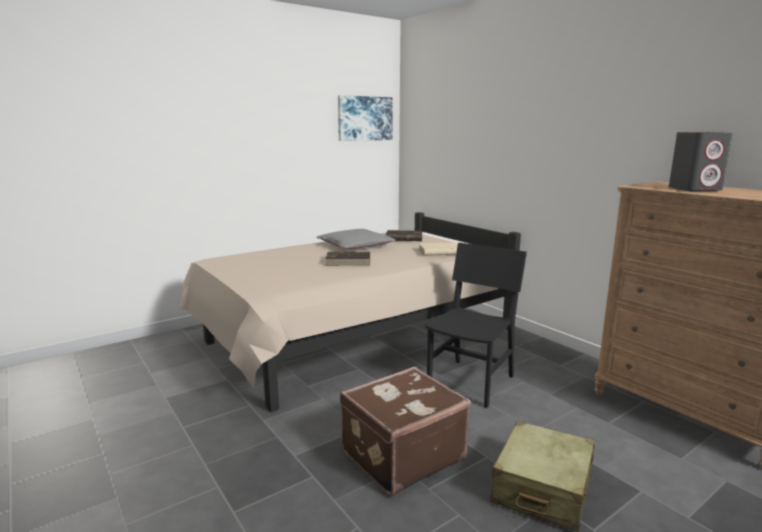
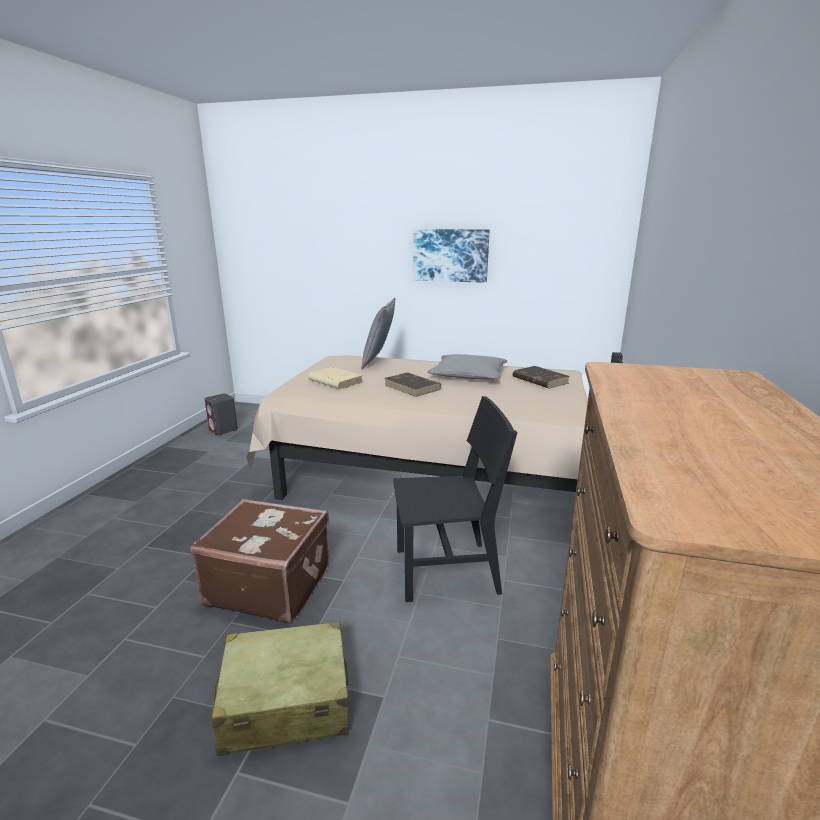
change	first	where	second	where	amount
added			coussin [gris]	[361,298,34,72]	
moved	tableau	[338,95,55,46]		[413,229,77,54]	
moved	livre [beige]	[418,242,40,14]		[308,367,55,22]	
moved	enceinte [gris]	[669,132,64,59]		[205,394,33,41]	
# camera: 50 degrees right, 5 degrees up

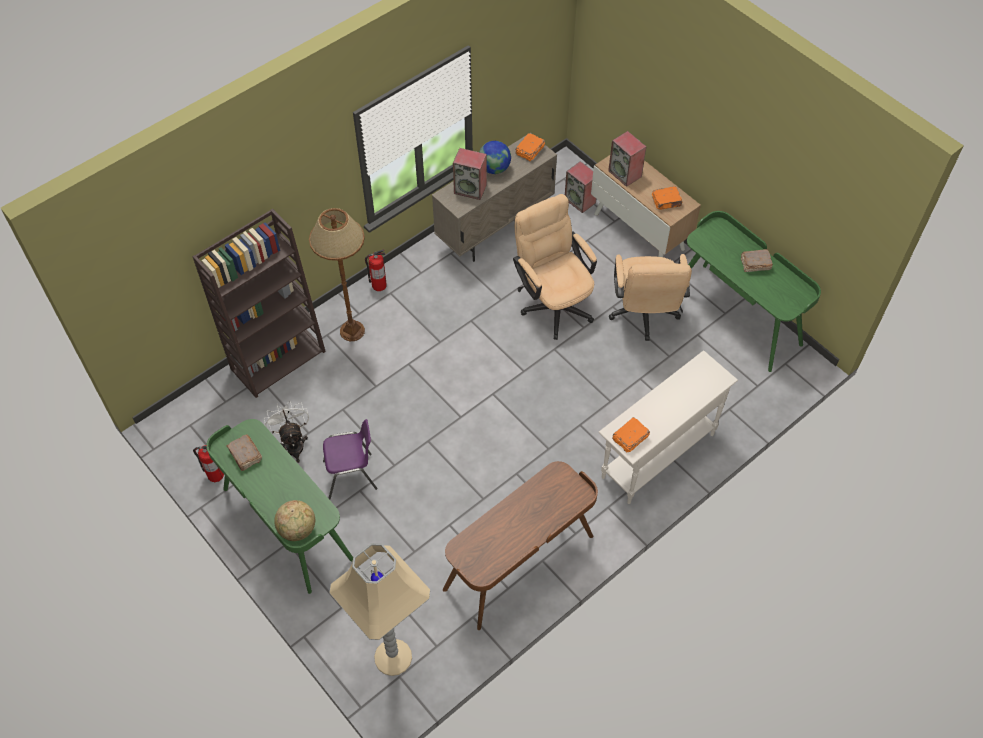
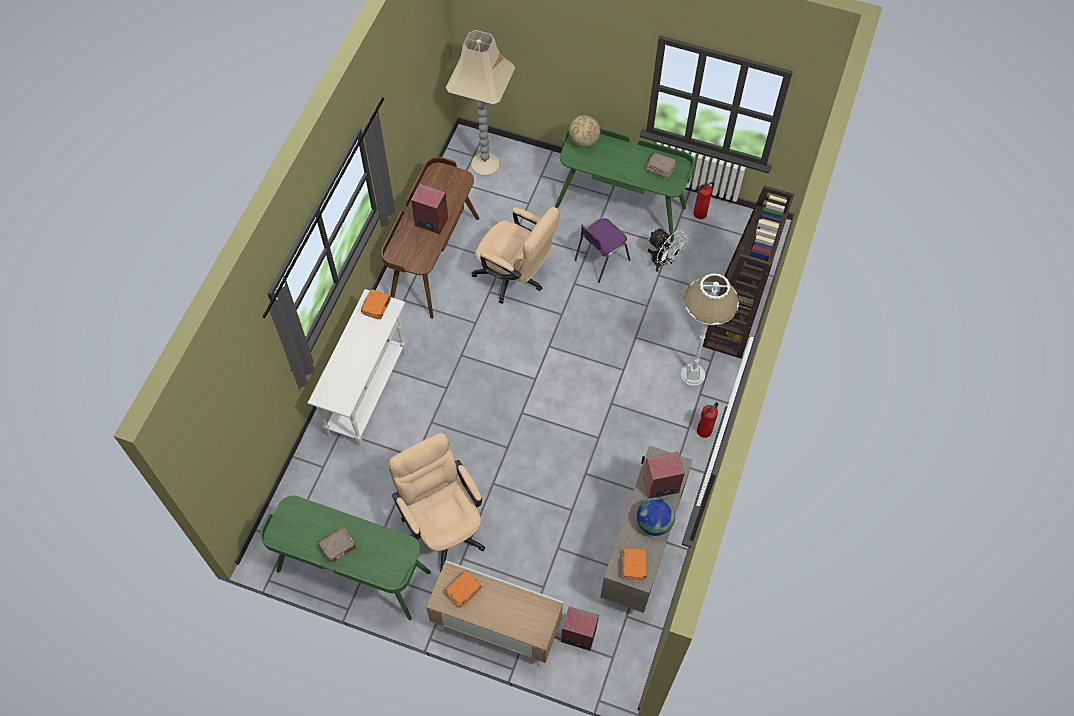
change	first	where	second	where	amount
moved	chaise de bureau [beige]	[513,194,84,146]		[472,207,88,97]	
moved	enceinte	[608,131,38,56]		[411,184,37,50]	
recoloured	lampadaire [marron]	[309,208,56,133]	lampadaire [blanc]	[680,273,59,113]	
# camera: 150 degrees right, 5 degrees up

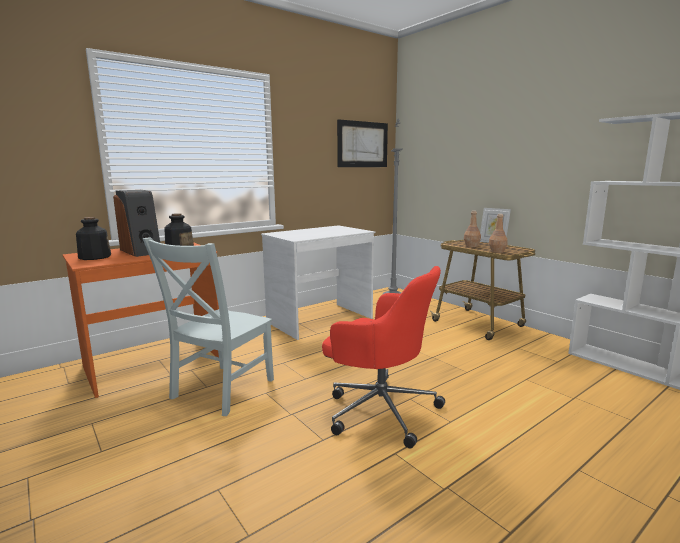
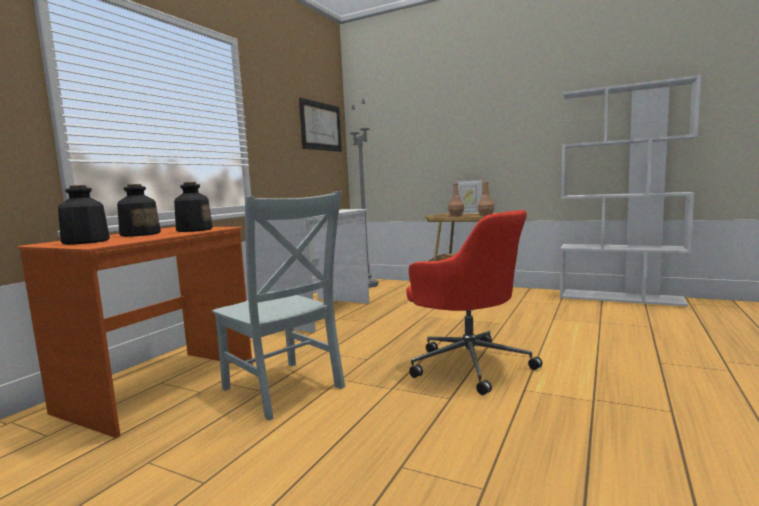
change	first	where	second	where	amount
replaced	enceinte	[113,190,47,67]	bouteille	[117,184,44,53]	
turned	chaise [gris]	[143,237,131,179]		[212,191,133,230]	45 degrees counterclockwise
turned	chaise de bureau [rouge]	[322,266,123,182]		[406,210,136,185]	45 degrees clockwise
# camera: 25 degrees left, 5 degrees down

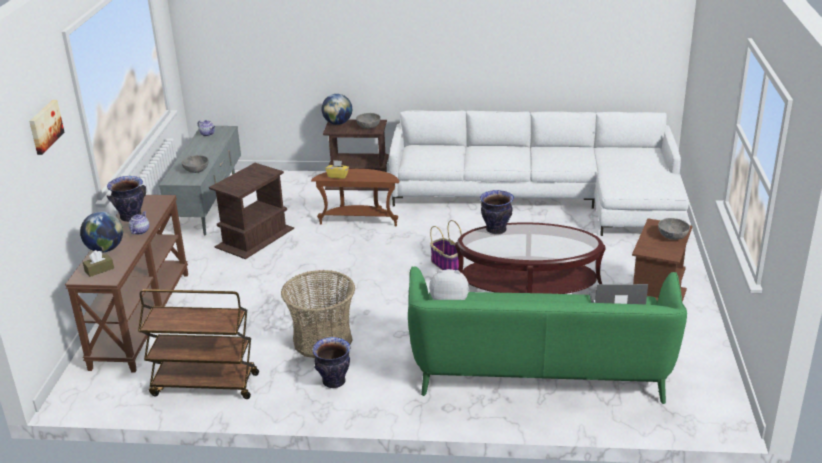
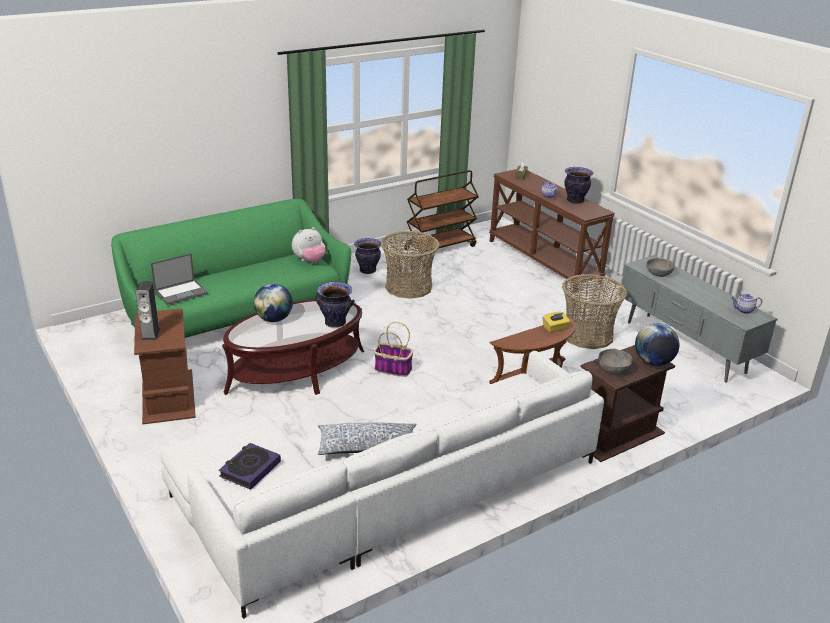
change	first	where	second	where	amount
removed	tableau	[29,100,35,55]			
added			livre	[219,443,62,47]	
added			coussin	[318,422,98,33]	
moved	globe	[80,212,43,41]		[254,284,39,38]	
replaced	table d'appoint [marron]	[209,163,85,96]	panier	[562,274,65,75]	
replaced	bol [gris]	[658,218,32,22]	enceinte	[135,281,25,59]	
# camera: 140 degrees right, 0 degrees up

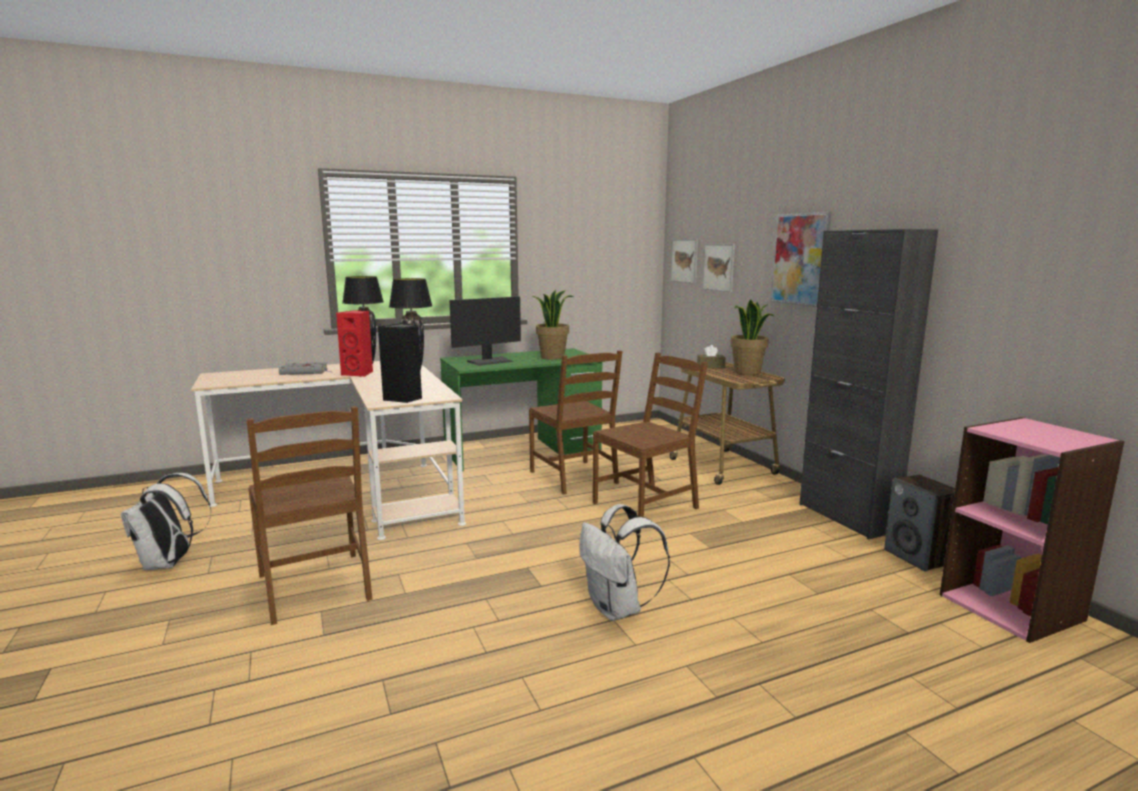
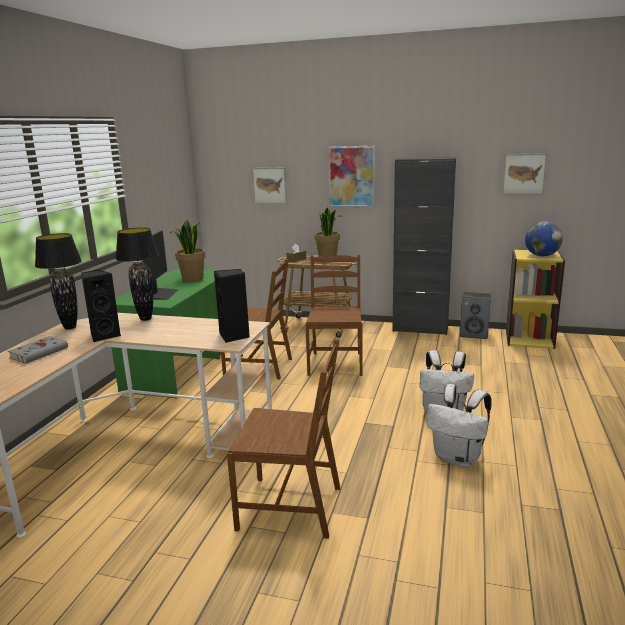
change	first	where	second	where	amount
added			globe	[525,221,38,36]	
moved	sac à dos [blanc]	[121,473,91,97]		[427,384,65,83]	
moved	tableau	[671,239,27,45]		[502,153,45,41]	
recoloured	enceinte [rouge]	[336,310,37,67]	enceinte [noir]	[81,270,40,72]	
recoloured	bibliothèque [rose]	[940,417,185,226]	bibliothèque [jaune]	[506,250,59,99]	
# camera: 50 degrees left, 5 degrees up

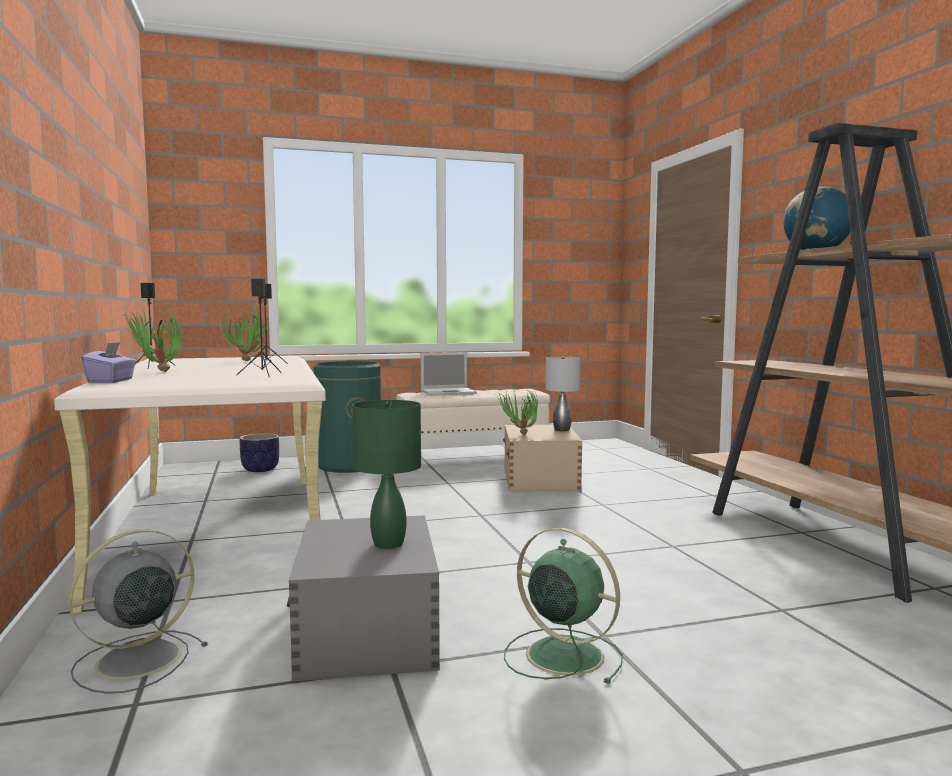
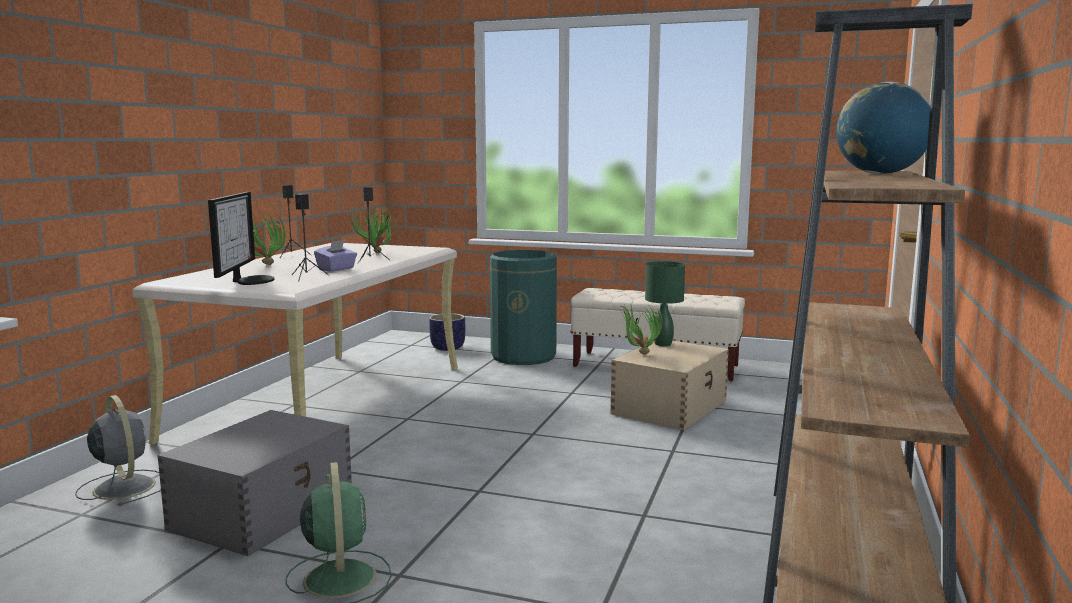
change	first	where	second	where	amount
removed	ordinateur portable	[421,352,56,44]			
removed	lampe de table [gris]	[546,357,34,74]			
added			écran d'ordinateur	[208,192,67,93]	
moved	boîte à mouchoirs [violet]	[81,342,55,41]		[314,240,43,32]	
moved	lampe de table [vert]	[352,400,69,149]		[645,261,40,85]	
turned	ventilateur [gris]	[69,530,139,164]		[75,395,86,112]	60 degrees clockwise
# camera: 35 degrees right, 5 degrees up

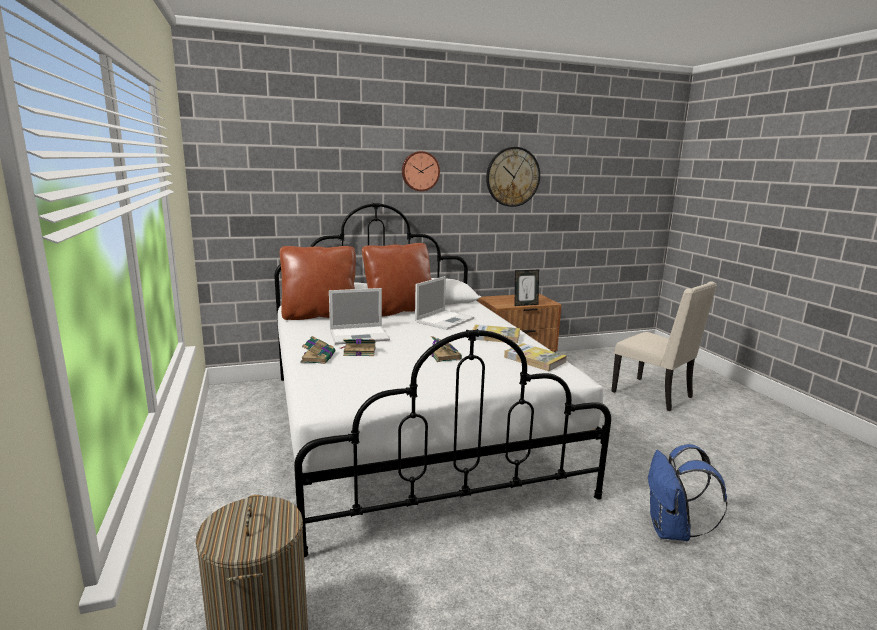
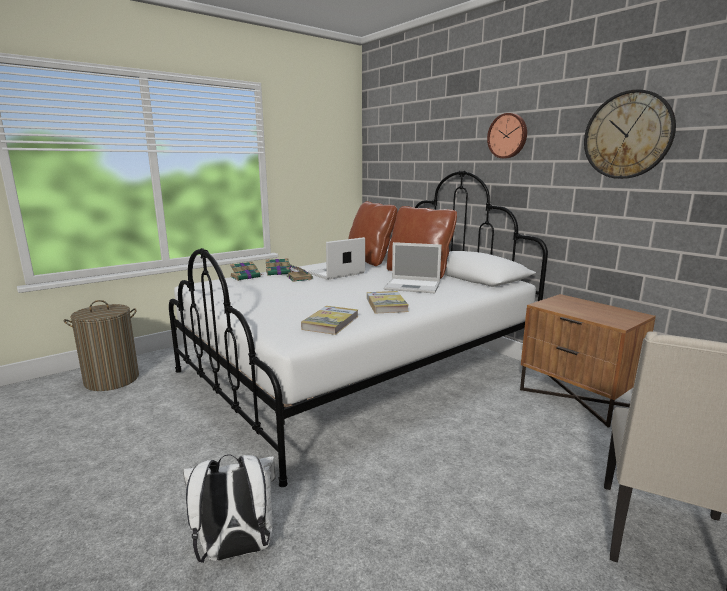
change	first	where	second	where	amount
removed	cadre photo	[515,270,24,36]			
moved	livre	[431,336,31,26]		[230,262,33,19]	
recoloured	sac à dos [bleu]	[648,444,79,97]	sac à dos [blanc]	[183,455,92,108]	
turned	ordinateur portable	[329,288,61,57]		[308,237,57,43]	90 degrees clockwise
# camera: 70 degrees right, 0 degrees up

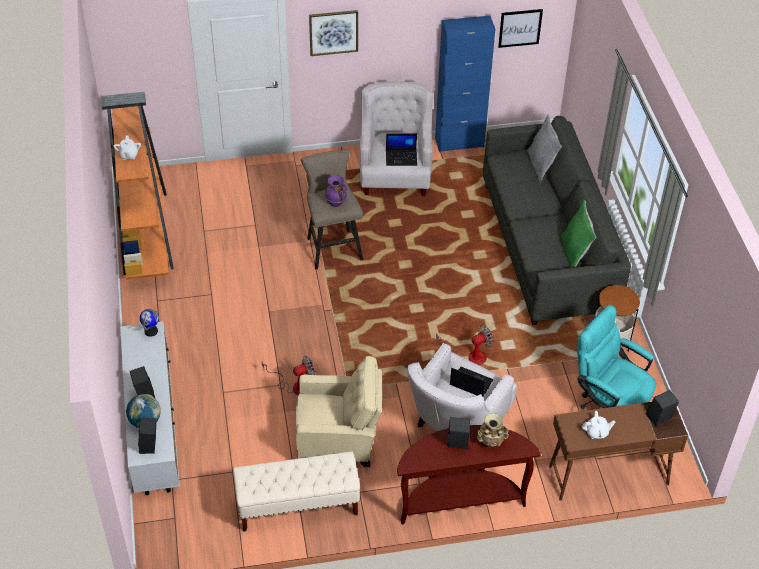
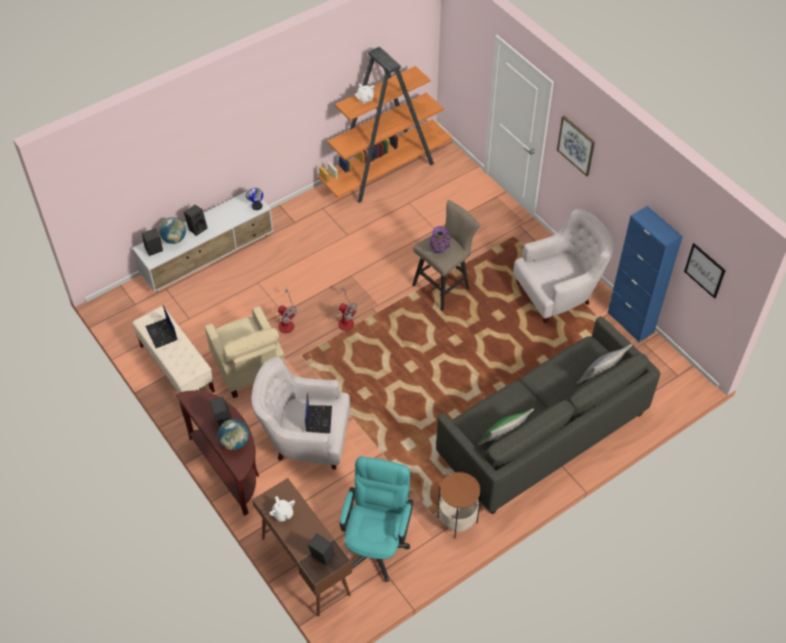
change	first	where	second	where	amount
moved	ordinateur portable	[386,134,31,32]		[146,305,32,43]	
moved	ventilateur	[436,325,58,40]		[336,285,21,46]	
replaced	vase [beige]	[477,413,32,34]	globe	[218,419,31,31]	
# camera: 65 degrees right, 5 degrees up

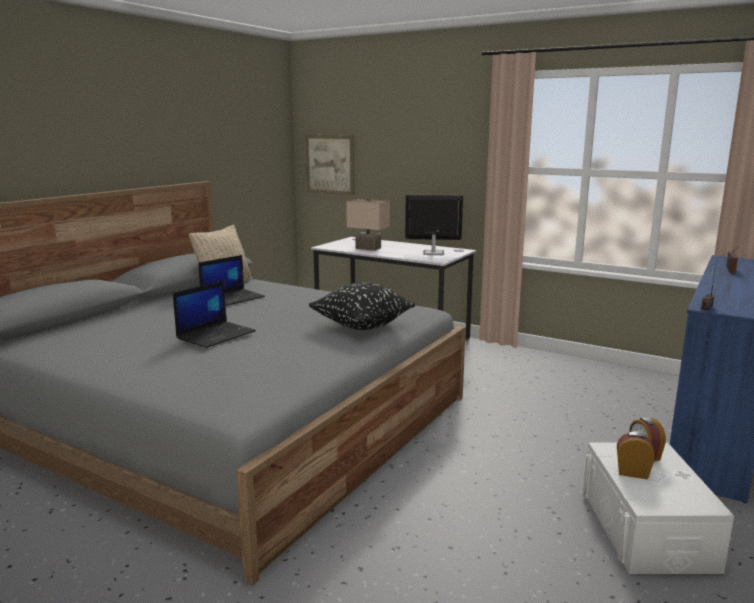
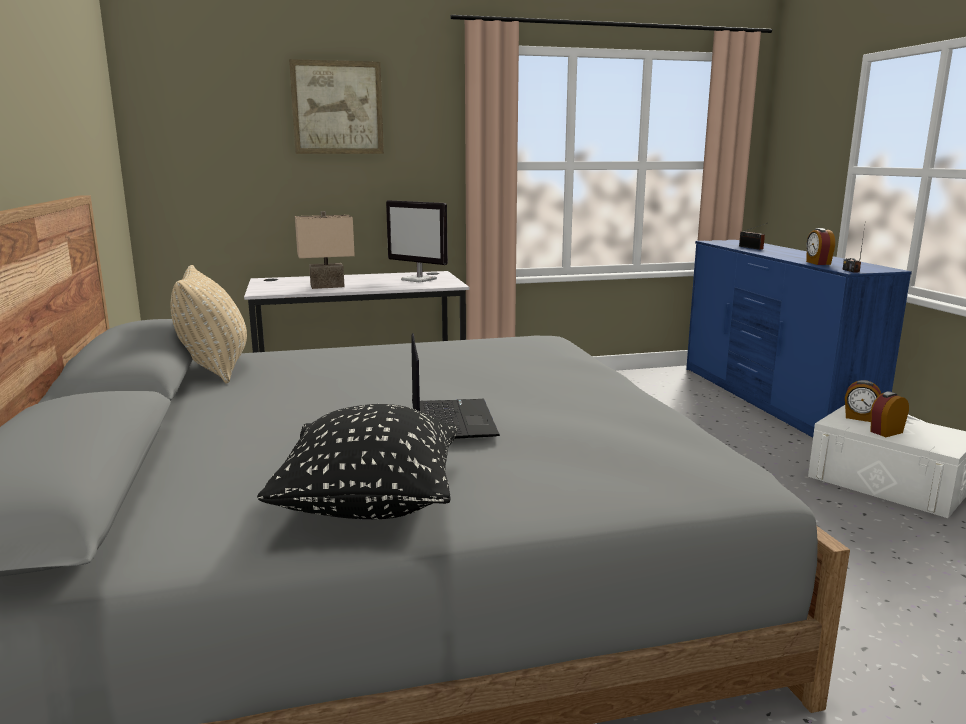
change	first	where	second	where	amount
removed	ordinateur portable	[198,255,67,51]			
added			réveil	[806,228,29,37]	
moved	tableau	[305,135,50,60]		[289,59,95,95]	
moved	coussin [noir]	[308,282,107,48]		[257,404,201,115]	
turned	écran d'ordinateur	[405,194,58,61]		[386,200,62,83]	105 degrees counterclockwise
# camera: 45 degrees left, 0 degrees up

